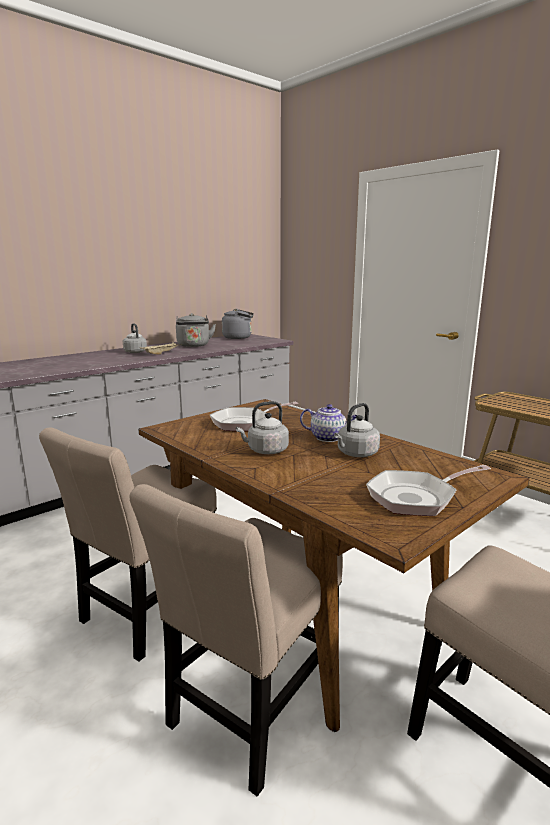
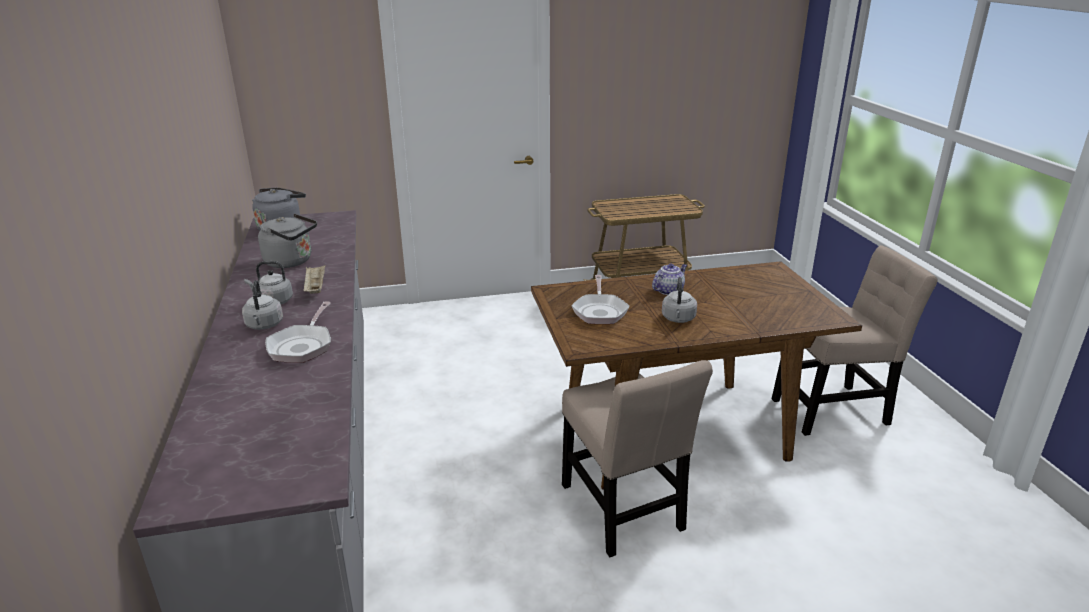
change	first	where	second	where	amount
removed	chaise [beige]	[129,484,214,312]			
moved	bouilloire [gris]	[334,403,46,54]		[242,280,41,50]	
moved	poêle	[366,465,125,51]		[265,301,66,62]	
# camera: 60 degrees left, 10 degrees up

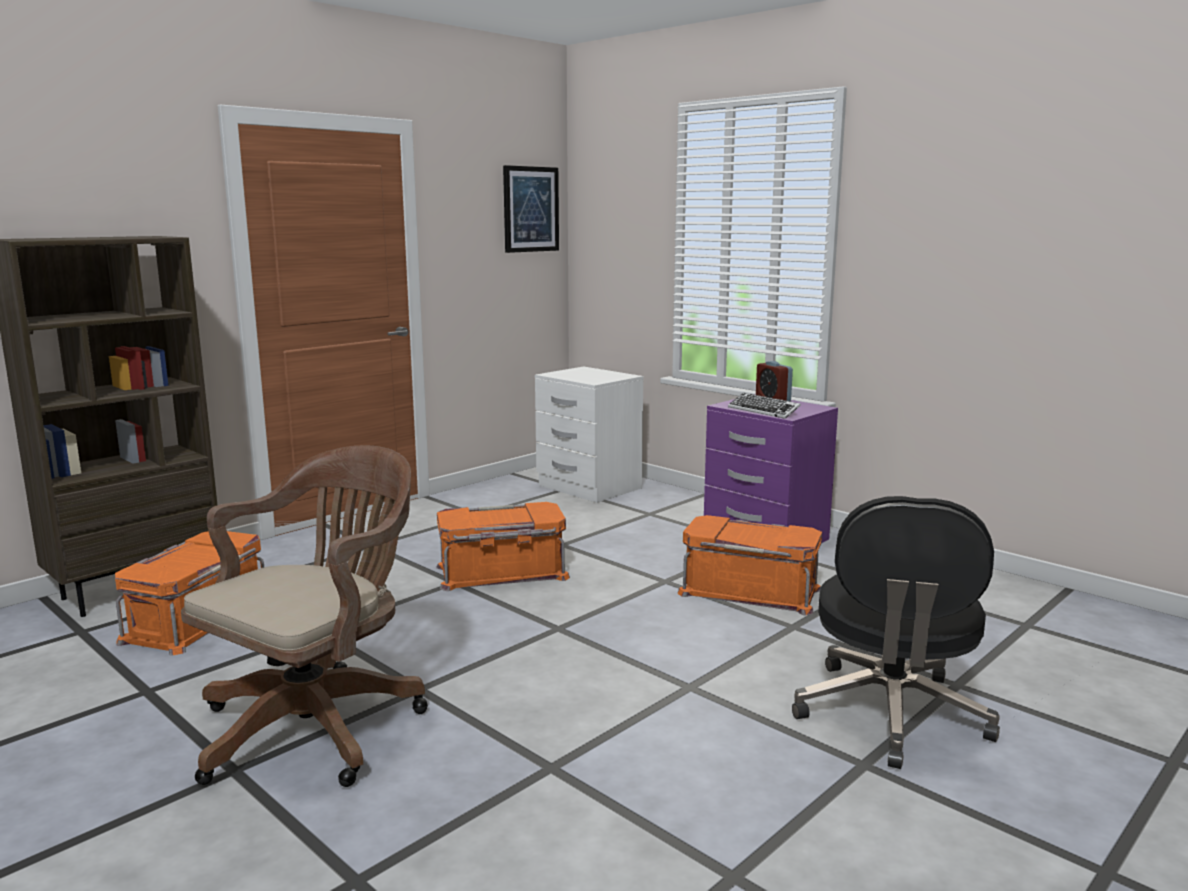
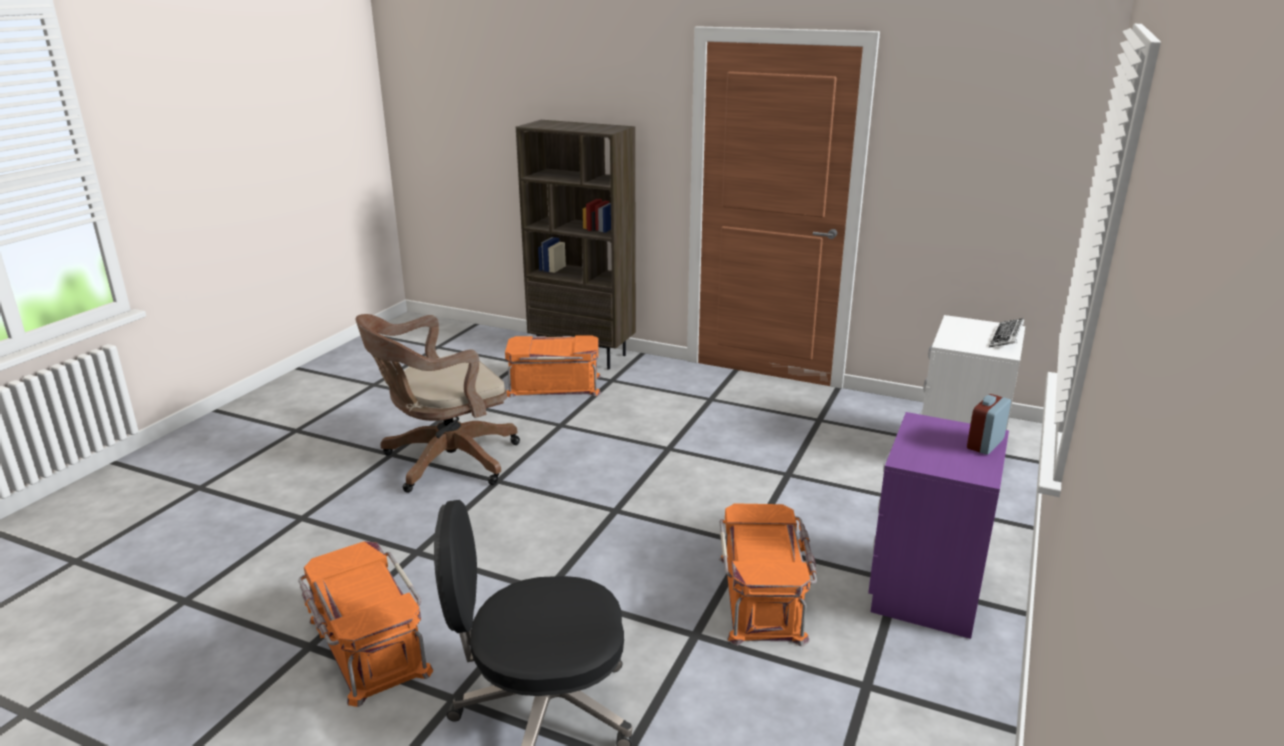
change	first	where	second	where	amount
removed	tableau	[503,165,56,88]			
moved	boîte de rangement [orange]	[436,502,134,89]		[298,541,135,166]	
moved	clavier	[728,393,73,26]		[989,318,35,29]	
turned	chaise de bureau [marron]	[181,445,247,342]		[356,314,164,179]	135 degrees clockwise
# camera: 70 degrees right, 10 degrees up

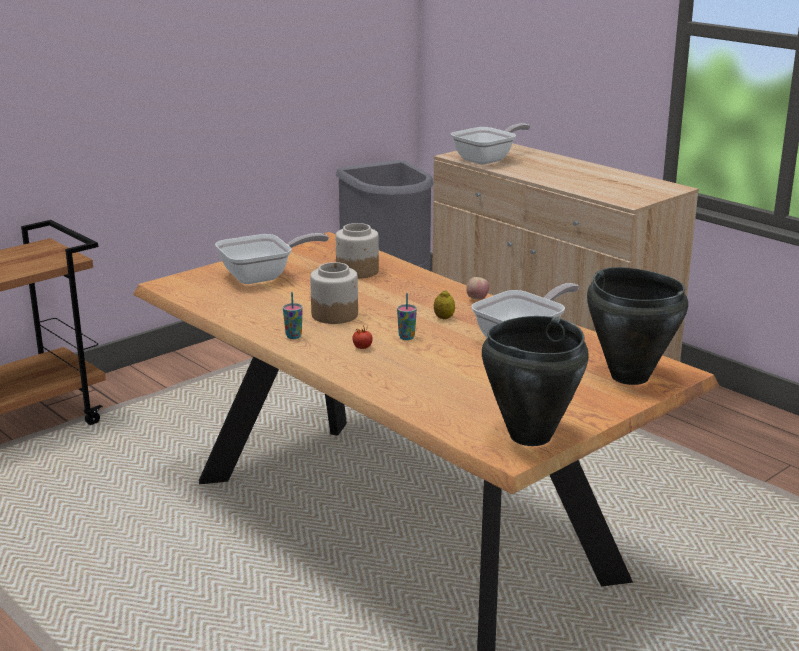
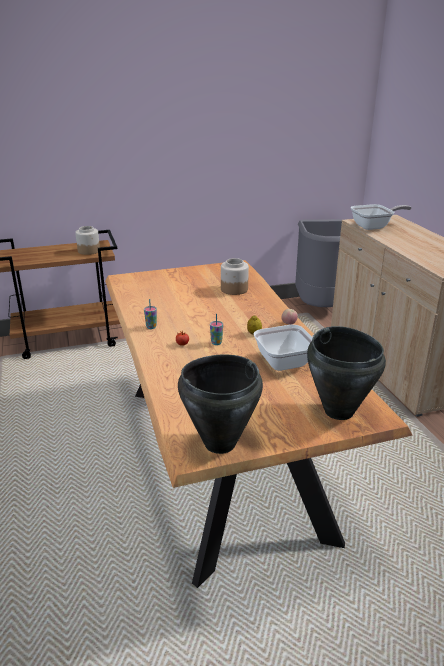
change	first	where	second	where	amount
removed	poêle	[215,233,114,51]			
moved	bocal	[310,262,48,62]		[75,226,25,29]	
# camera: 25 degrees right, 5 degrees up

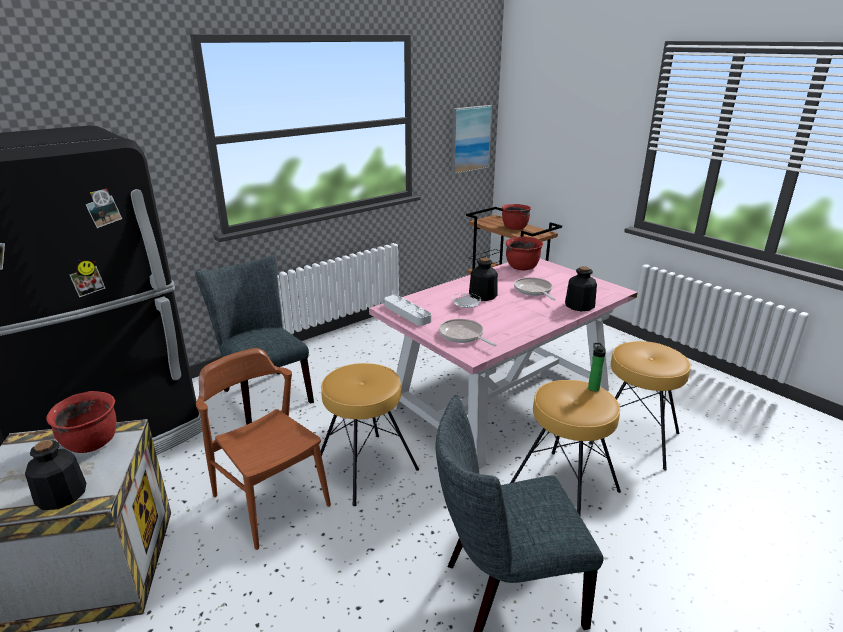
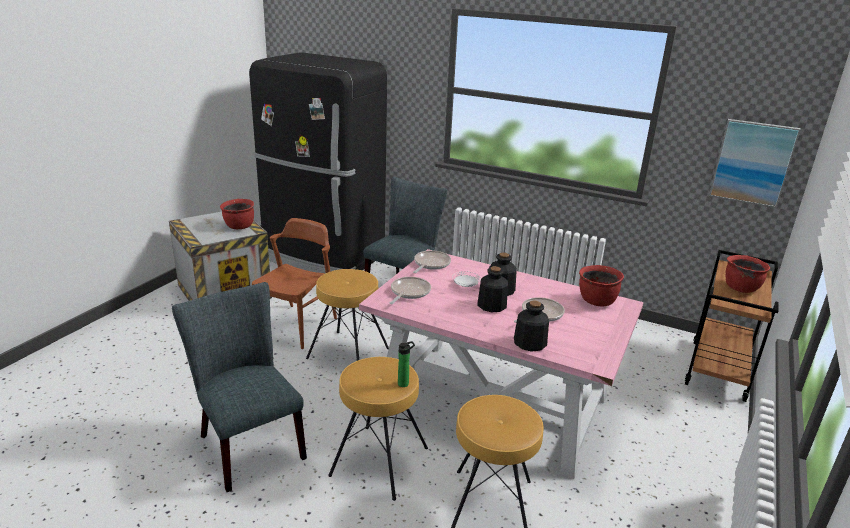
change	first	where	second	where	amount
moved	bouteille	[25,440,61,70]		[477,266,31,46]	
replaced	plateau [gris]	[384,295,47,31]	poêle	[413,250,38,23]	
# camera: 65 degrees right, 0 degrees up

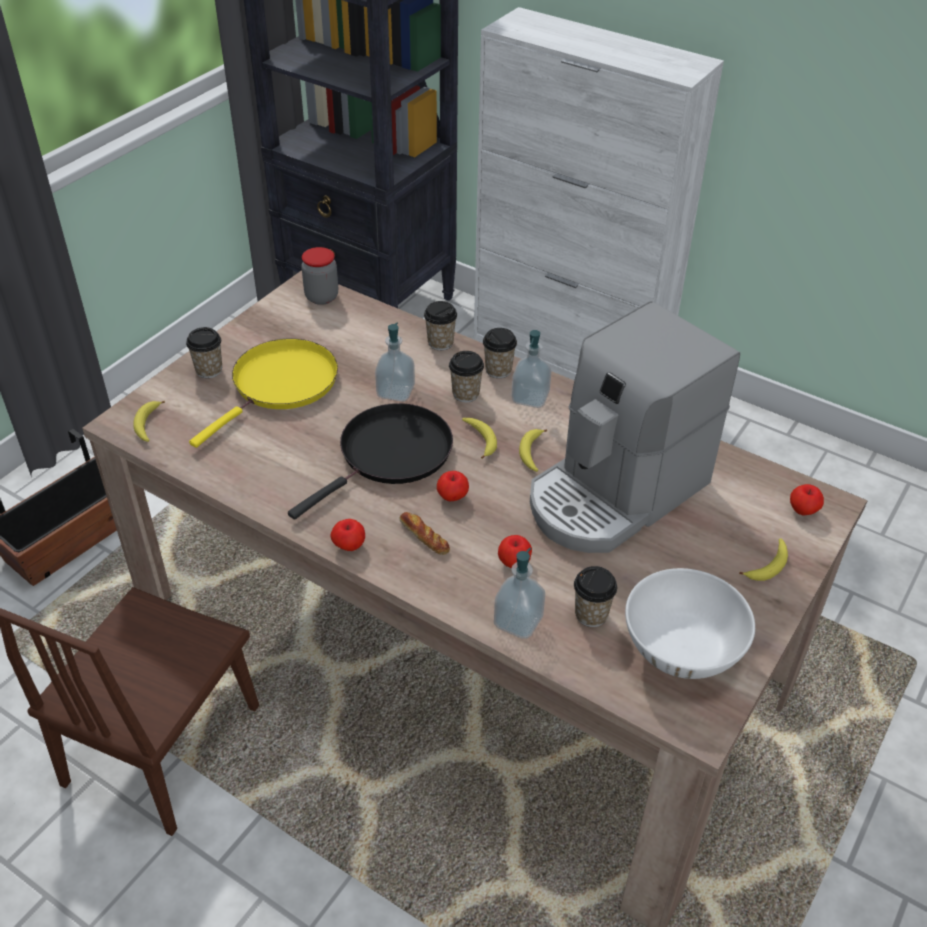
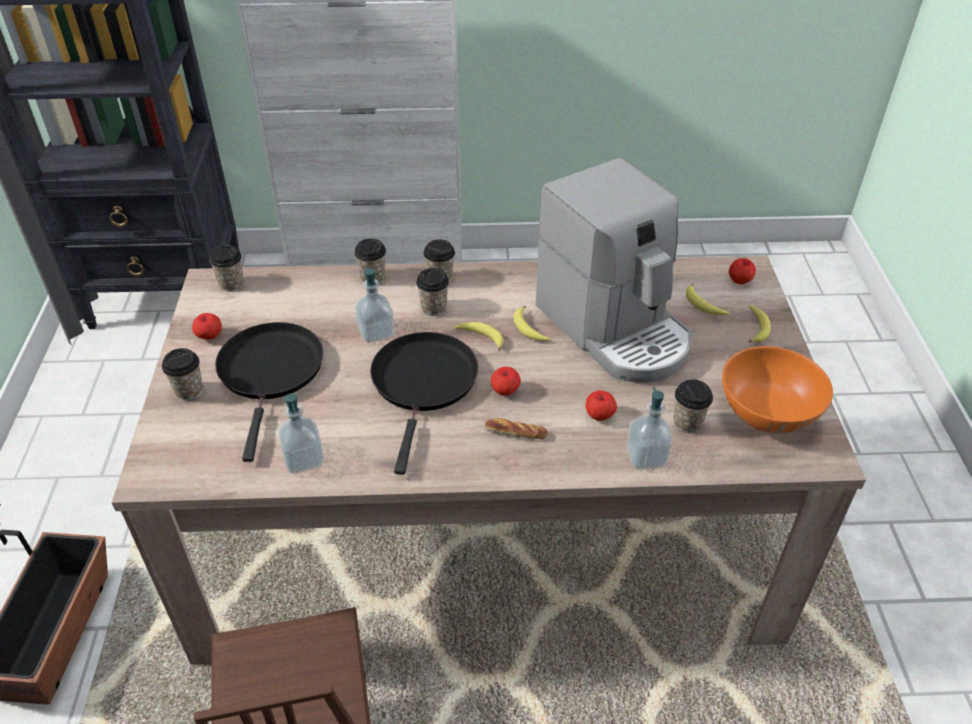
change	first	where	second	where	amount
moved	banane	[133,401,32,41]		[686,283,44,32]	
moved	pomme	[331,519,34,32]		[192,313,30,27]	
moved	distributeur de savon	[512,330,39,78]		[278,393,46,80]	
replaced	bocal	[301,247,37,58]	tasse	[209,245,35,47]	
recoloured	poêle [jaune]	[189,339,149,109]	poêle [noir]	[215,322,108,140]	
recoloured	bol [blanc]	[625,568,130,111]	bol [orange]	[722,346,111,87]	
turned	machine à café	[530,301,210,252]		[536,158,156,225]	45 degrees counterclockwise
# camera: 35 degrees left, 0 degrees up

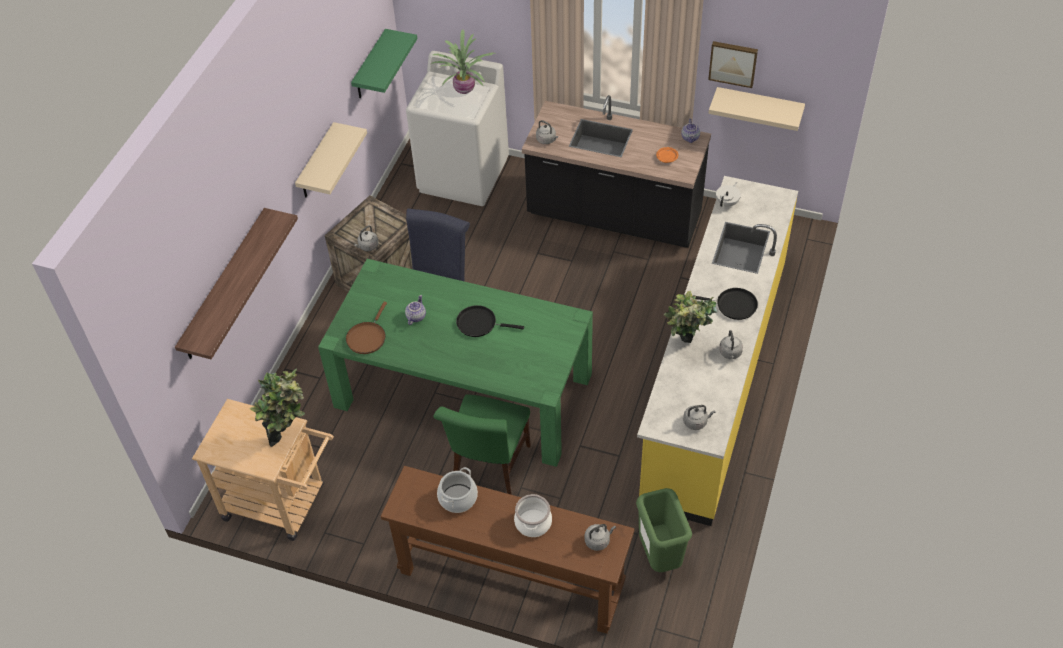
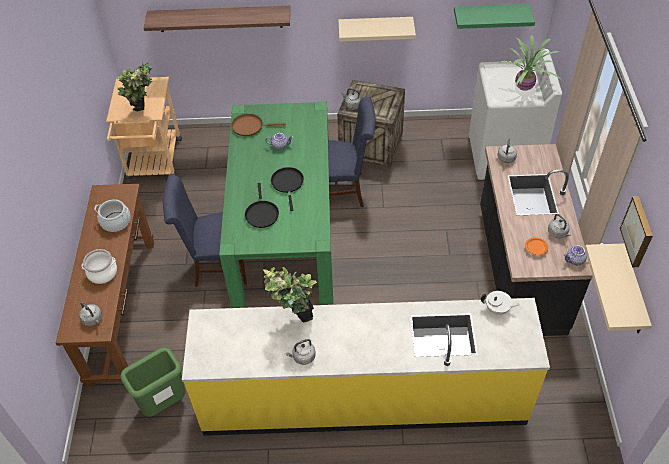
change	first	where	second	where	amount
moved	bouilloire [gris]	[683,405,32,25]		[548,214,22,25]	
moved	poêle [noir]	[695,288,63,32]		[245,183,34,45]	
recoloured	chaise [vert]	[433,394,98,101]	chaise [bleu]	[163,174,84,113]	
# camera: 70 degrees right, 0 degrees up

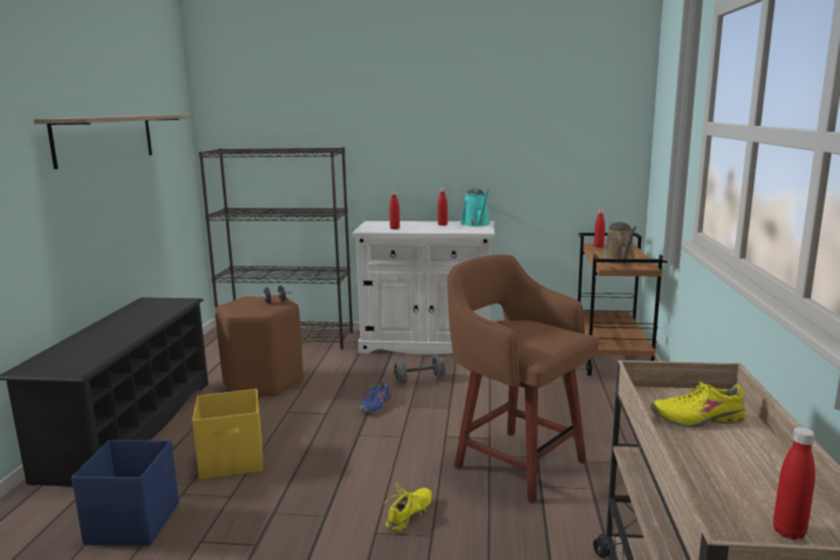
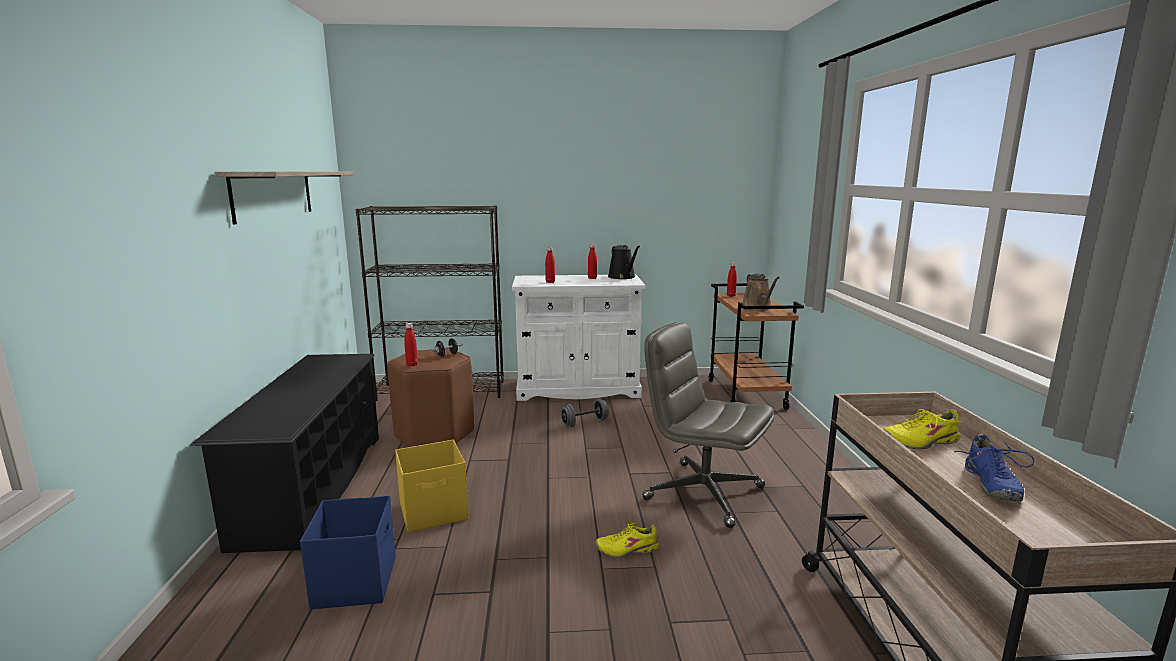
change	first	where	second	where	amount
moved	chaussure [bleu]	[359,380,32,33]		[954,434,80,68]	
moved	bouteille [rouge]	[773,427,42,113]		[404,323,14,43]	
replaced	tabouret [marron]	[447,255,152,249]	chaise de bureau [gris]	[642,322,132,206]	
recoloured	arrosoir [turquoise]	[461,189,29,37]	arrosoir [noir]	[608,245,32,34]	
turned	chaussure [jaune]	[384,483,49,49]		[595,523,64,35]	120 degrees counterclockwise
# camera: 10 degrees left, 0 degrees up

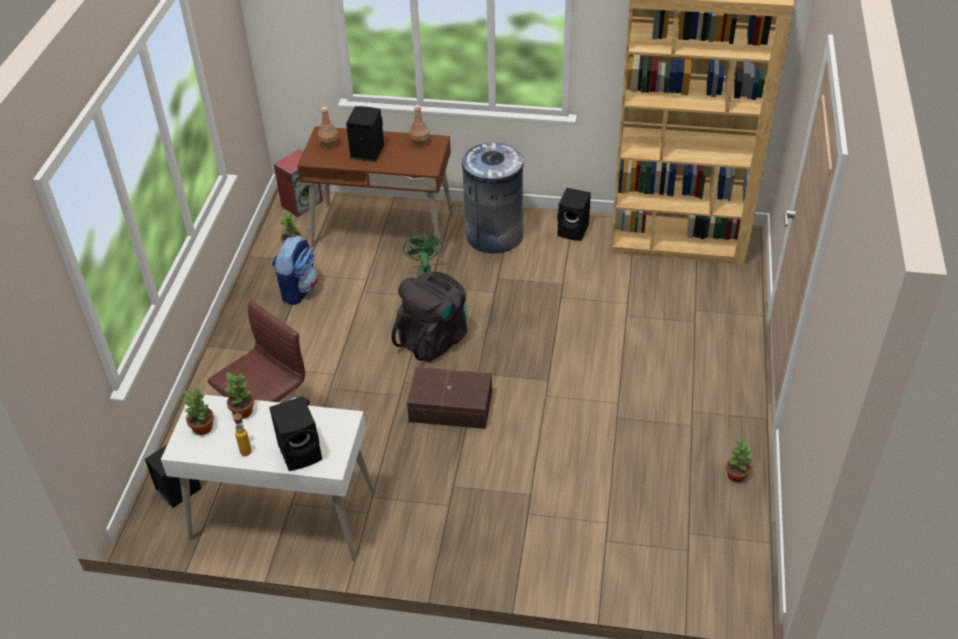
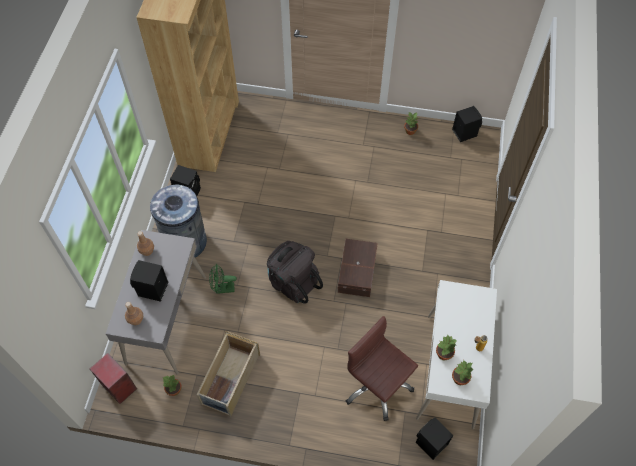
change	first	where	second	where	amount
moved	enceinte [noir]	[269,396,53,75]		[452,106,30,36]	
replaced	sac à dos	[272,235,46,70]	boîte de rangement [beige]	[196,331,64,86]	
recoloured	bureau [marron]	[297,126,157,132]	bureau [gris]	[106,230,100,145]	
# camera: 90 degrees left, 15 degrees up

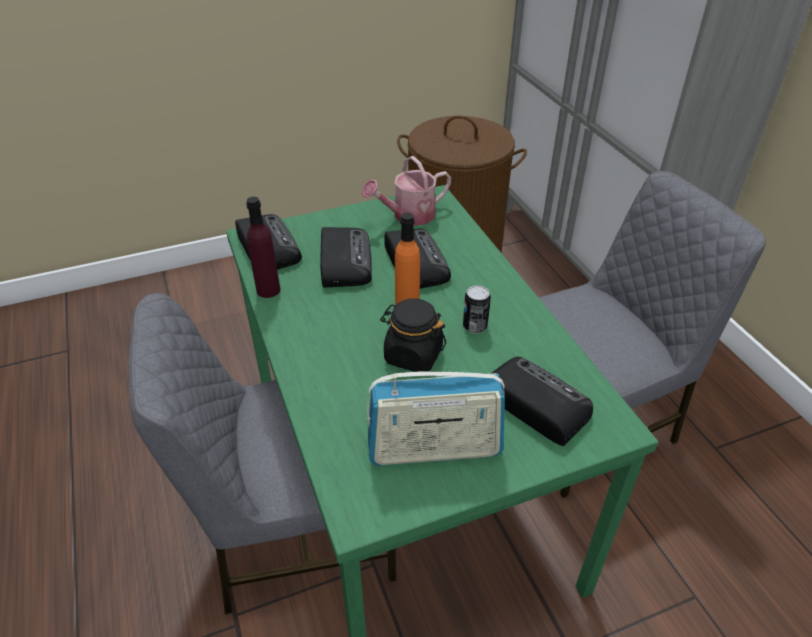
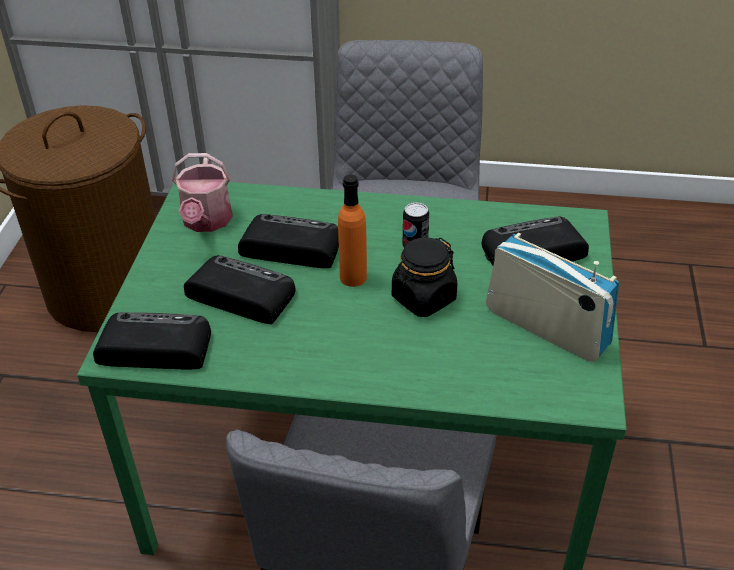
change	first	where	second	where	amount
removed	bouteille [violet]	[246,197,34,101]			
turned	radio	[367,372,138,94]		[486,233,133,129]	75 degrees counterclockwise
# camera: 60 degrees left, 0 degrees up

